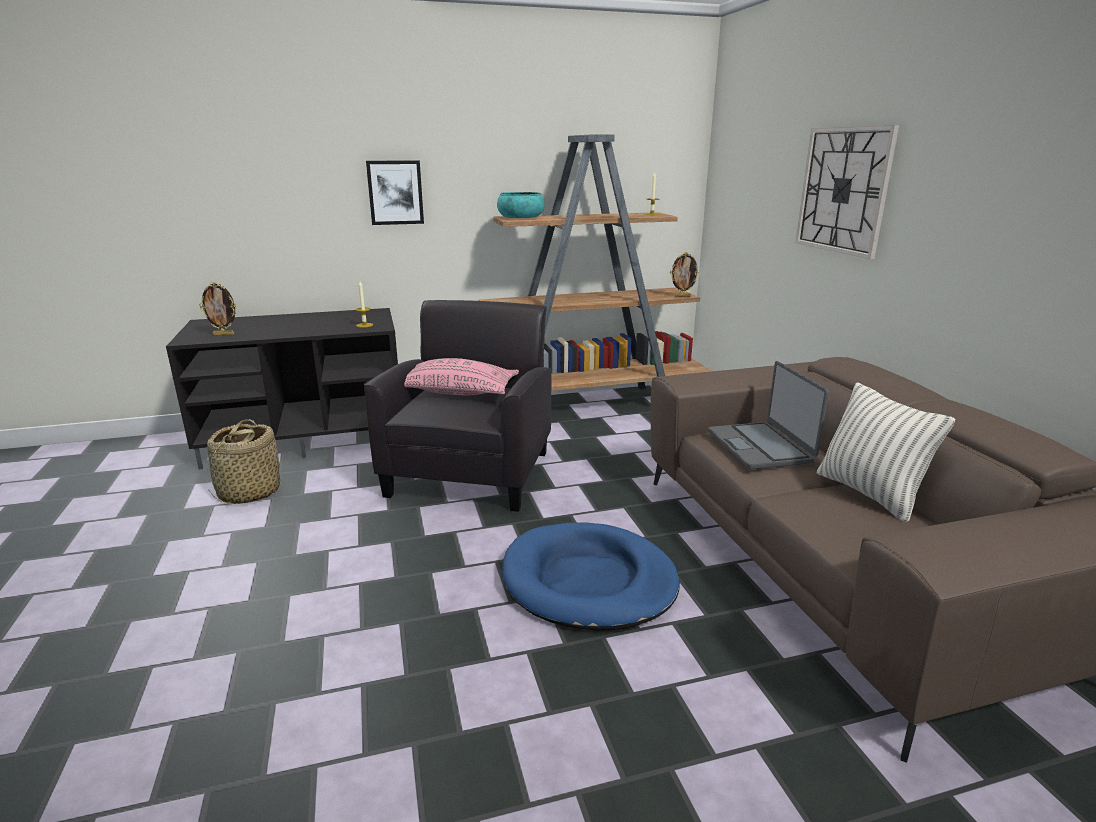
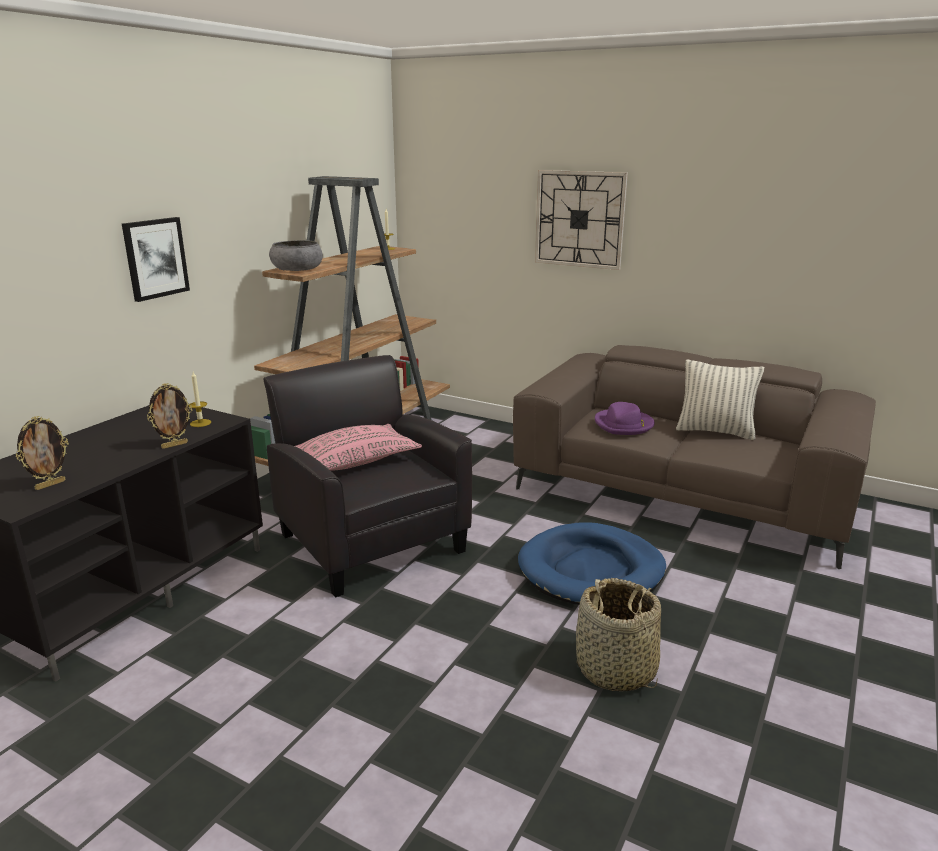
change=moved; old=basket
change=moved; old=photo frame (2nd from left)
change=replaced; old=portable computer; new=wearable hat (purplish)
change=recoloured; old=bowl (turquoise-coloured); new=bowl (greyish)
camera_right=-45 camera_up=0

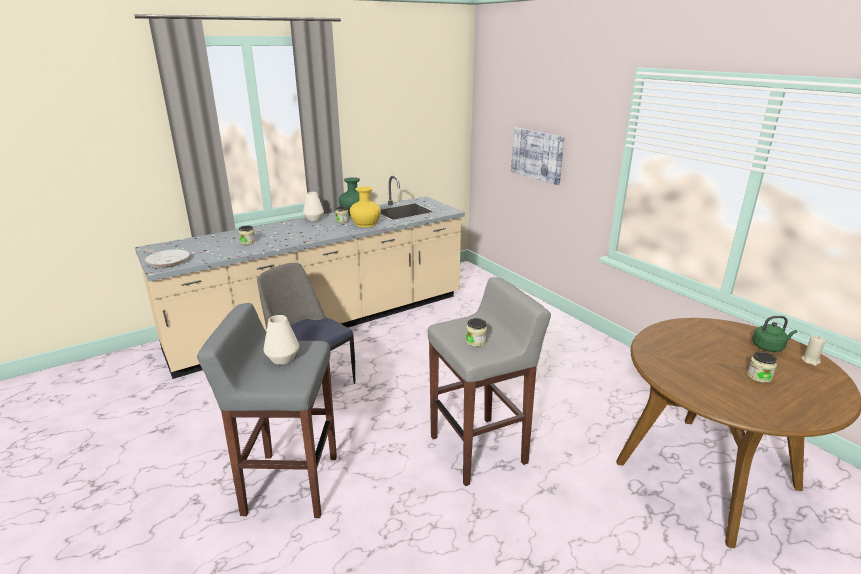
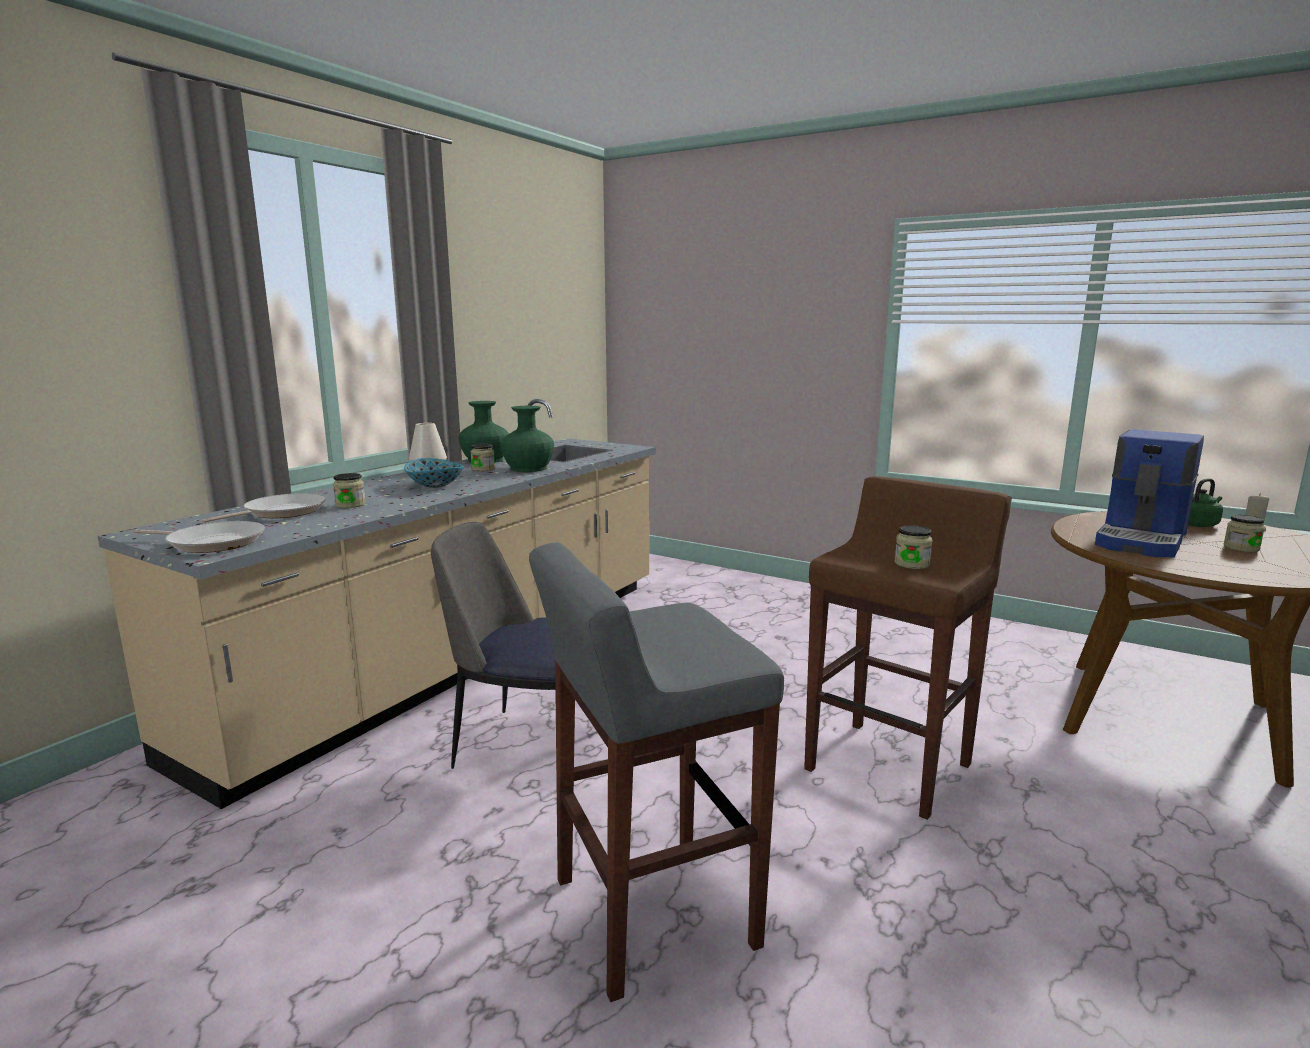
change=removed; old=decorative vase (white-coloured) (1st from left)
change=removed; old=wall picture
change=added; new=pan (2nd from left)
change=added; new=bowl
change=added; new=coffee maker
change=recoloured; old=decorative vase (yellow-coloured); new=decorative vase (green) (2nd from left)
change=recoloured; old=stool seat (greyish) (2nd from left); new=stool seat (brownish)
camera_right=-25 camera_up=-10

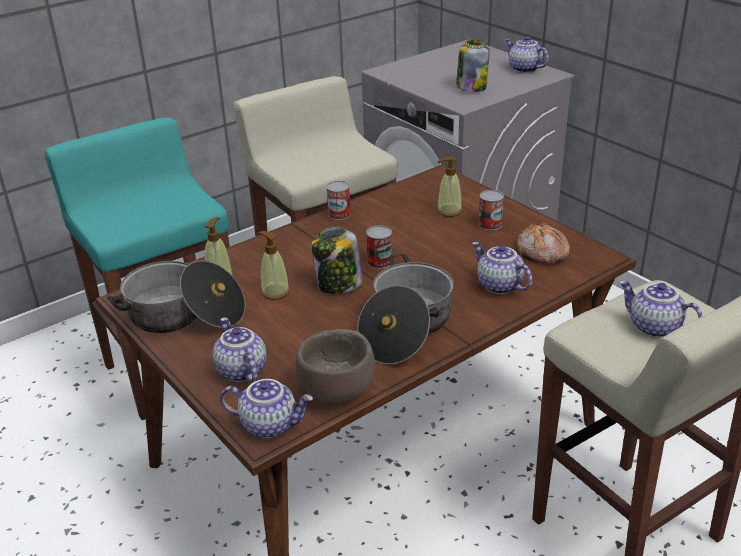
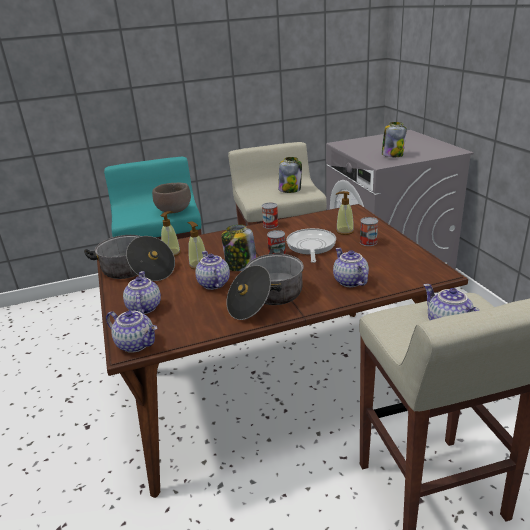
change=removed; old=bakery bread
change=added; new=storage jar (2nd from left)
change=added; new=pan
change=moved; old=bowl (brownish)
change=moved; old=tea pot (4th from left in the first image); new=tea pot (3rd from left)
camera_right=20 camera_up=-5

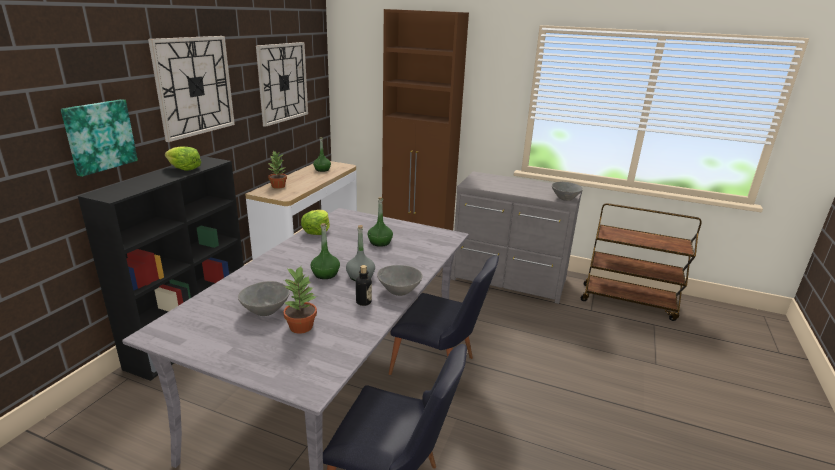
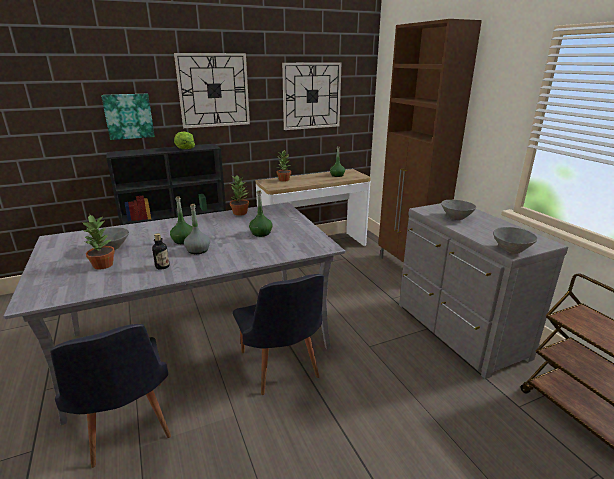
change=moved; old=bowl (greyish) (2nd from left)
change=replaced; old=lettuce (2nd from left); new=potted plant (2nd from left)
camera_right=45 camera_up=0

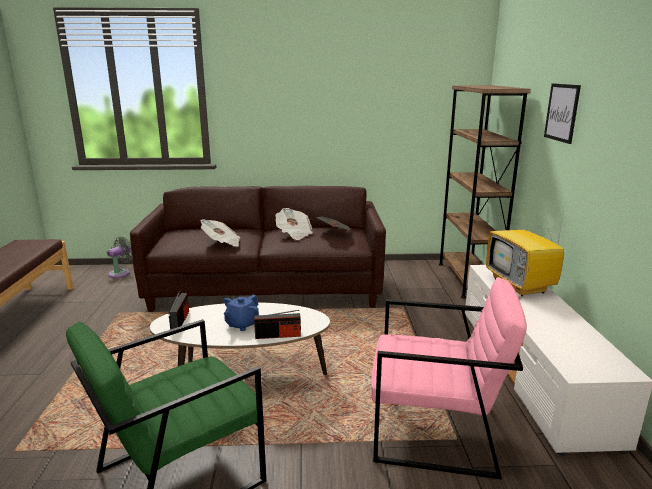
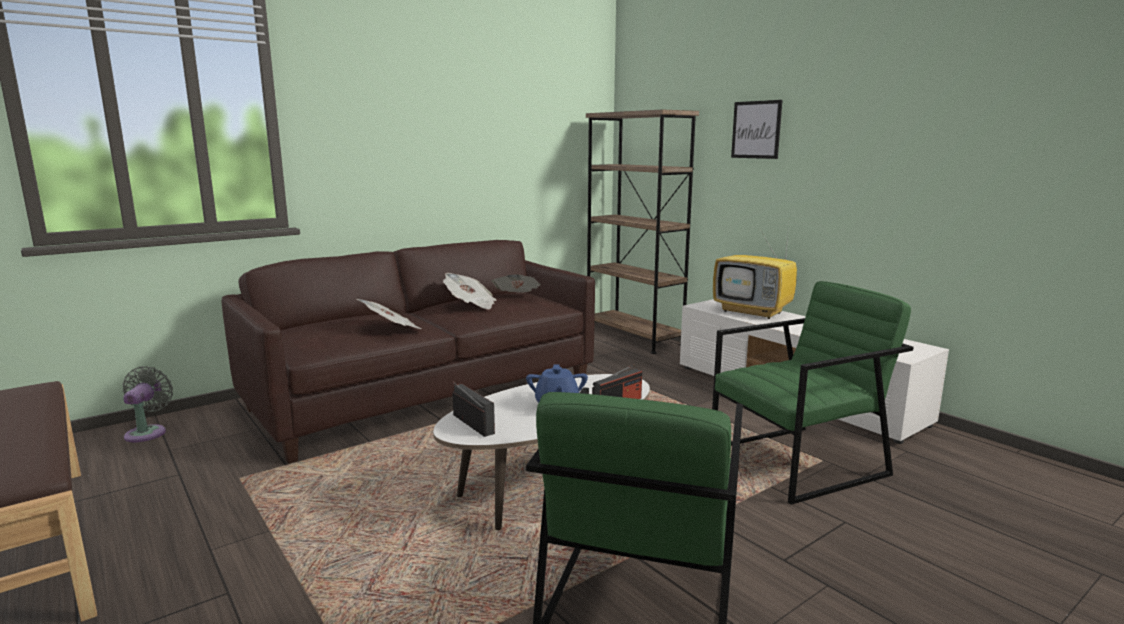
change=recoloured; old=armchair (pinkish); new=armchair (green) (2nd from left)
camera_right=-35 camera_up=-5

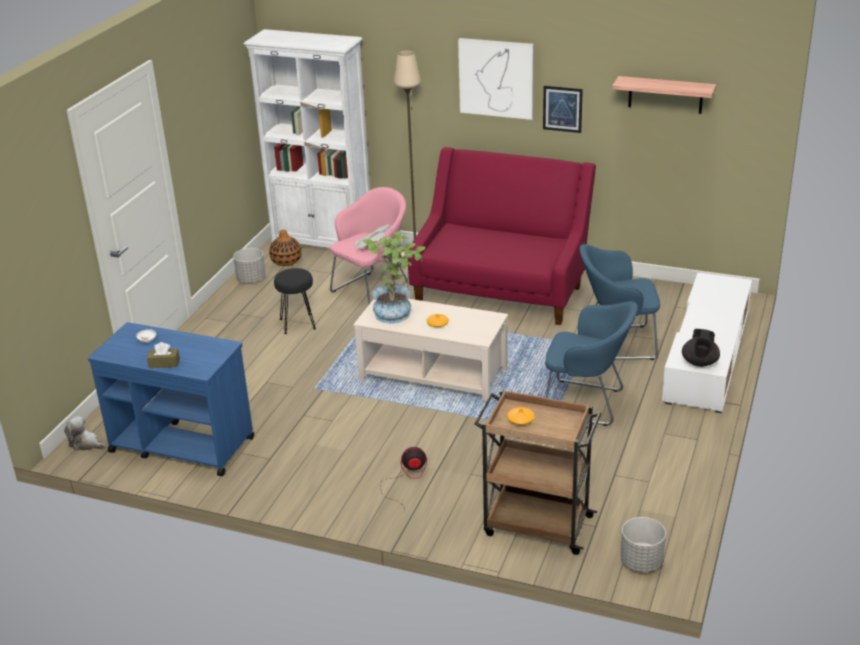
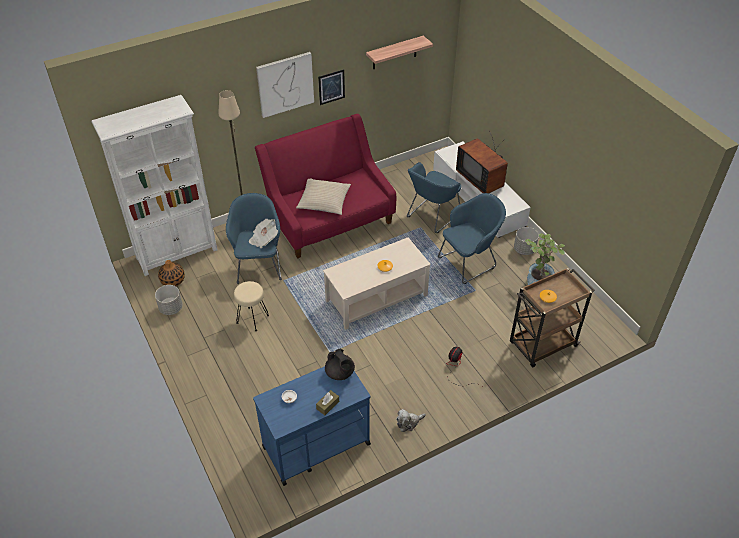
change=added; new=throw pillow (sand-coloured)
change=added; new=TV
change=moved; old=plush toy
change=moved; old=potted plant
change=moved; old=flower pot (greyish) (2nd from left)
change=moved; old=tea pot (black)
change=recoloured; old=stool seat (black); new=stool seat (sand-coloured)
change=recoloured; old=armchair (pinkish); new=armchair (bluish) (1st from left)
camera_right=-50 camera_up=15

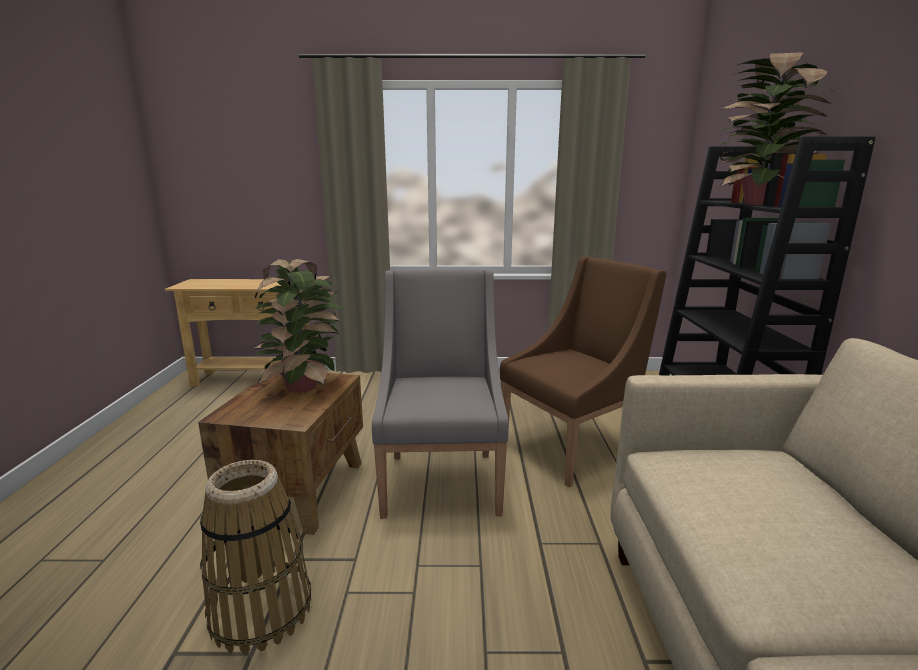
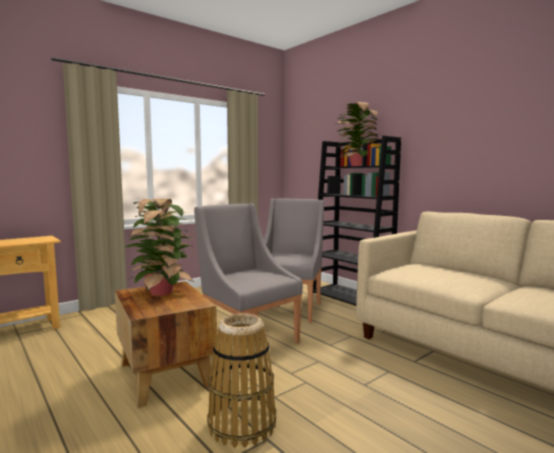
change=recoloured; old=armchair (brownish); new=armchair (greyish) (2nd from left)
camera_right=-40 camera_up=-10

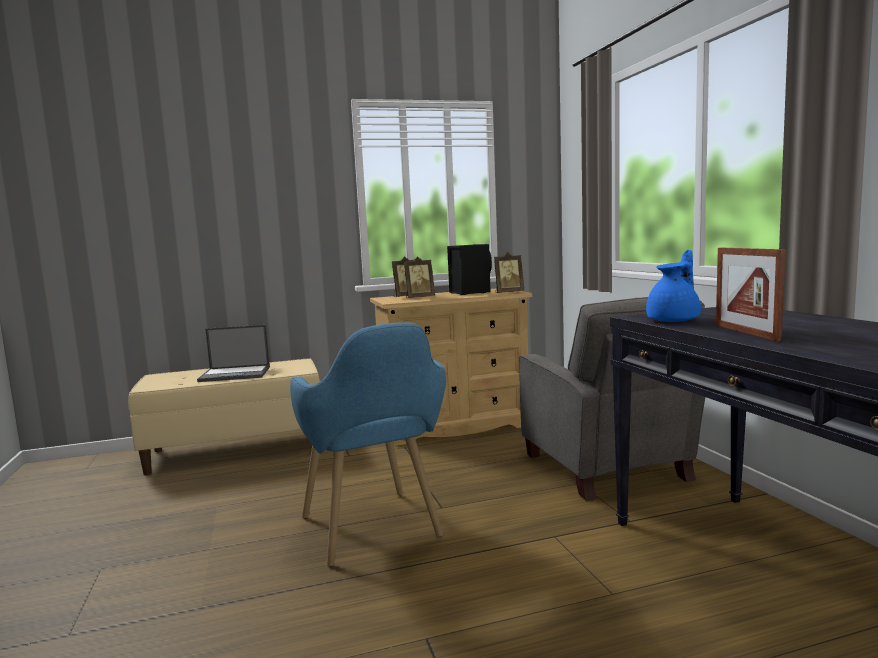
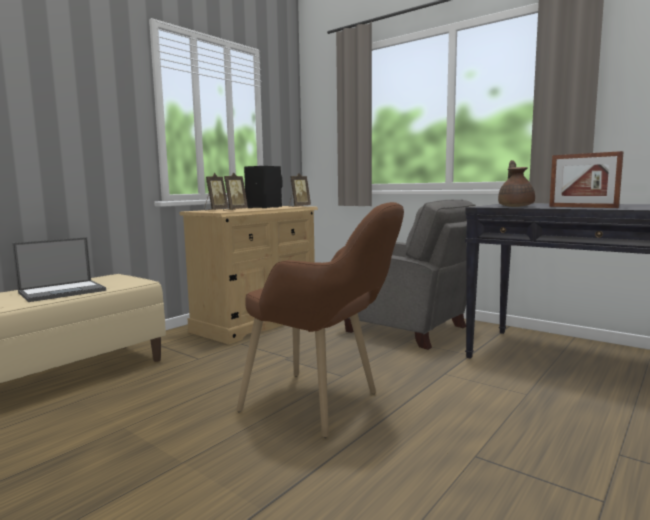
change=recoloured; old=armchair (bluish); new=armchair (brownish)
change=recoloured; old=tea pot (bluish); new=tea pot (brownish)
camera_right=-35 camera_up=0

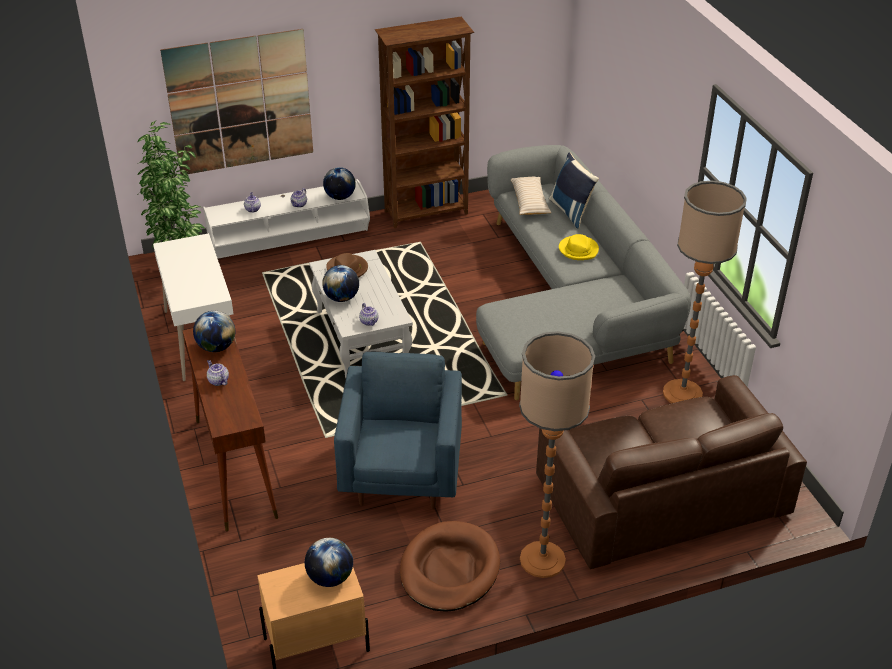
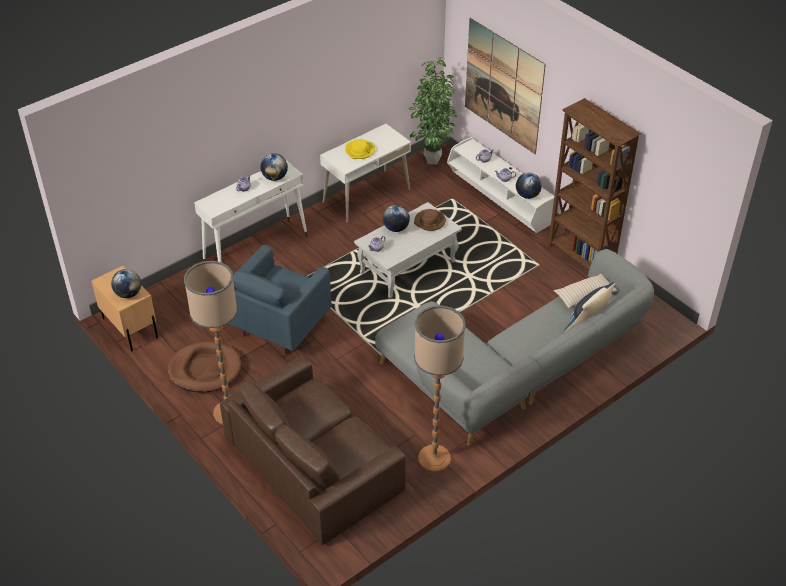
change=moved; old=wearable hat (yellow-coloured)
change=recoloured; old=console table (brownish); new=console table (white-coloured)
change=turned; old=armchair (bluish); degrees=135
camera_right=70 camera_up=5

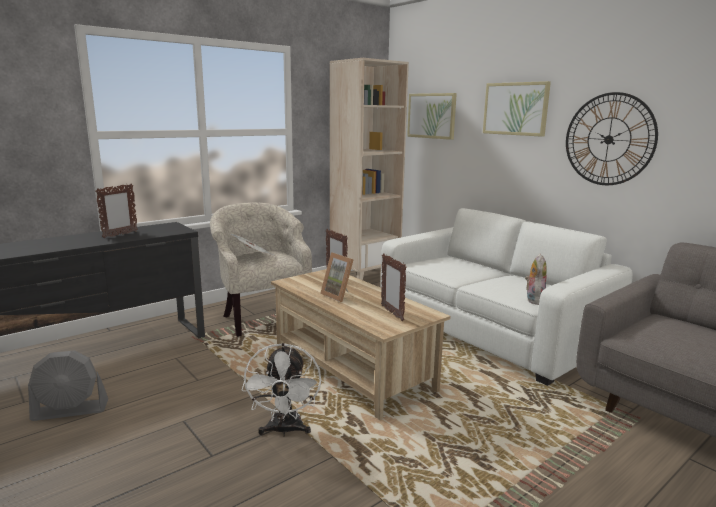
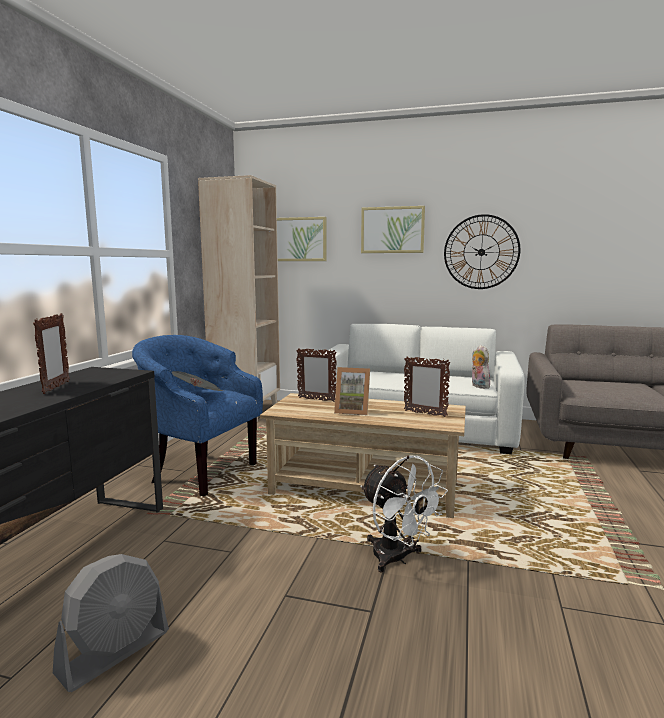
change=recoloured; old=armchair (sand-coloured); new=armchair (bluish)
camera_right=-35 camera_up=-5

